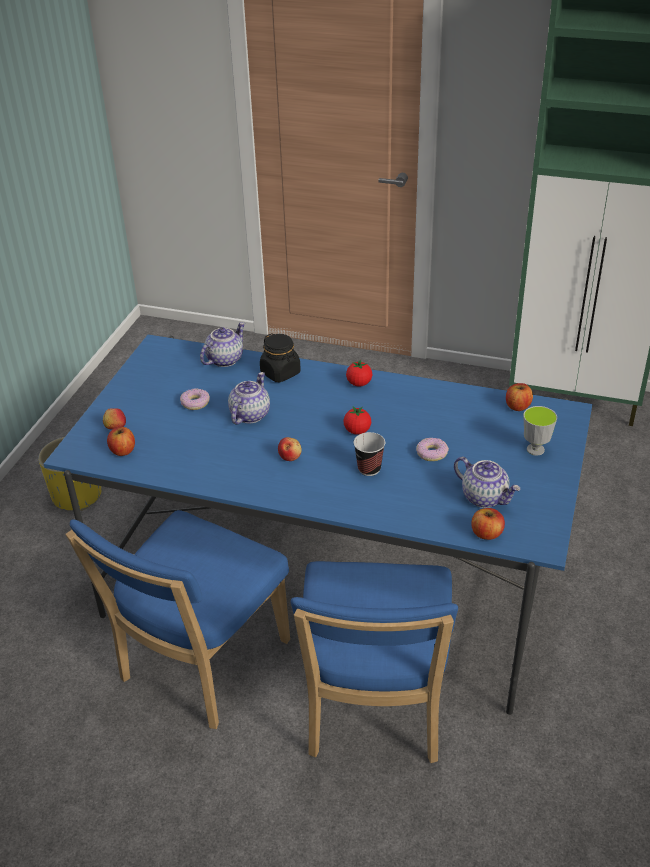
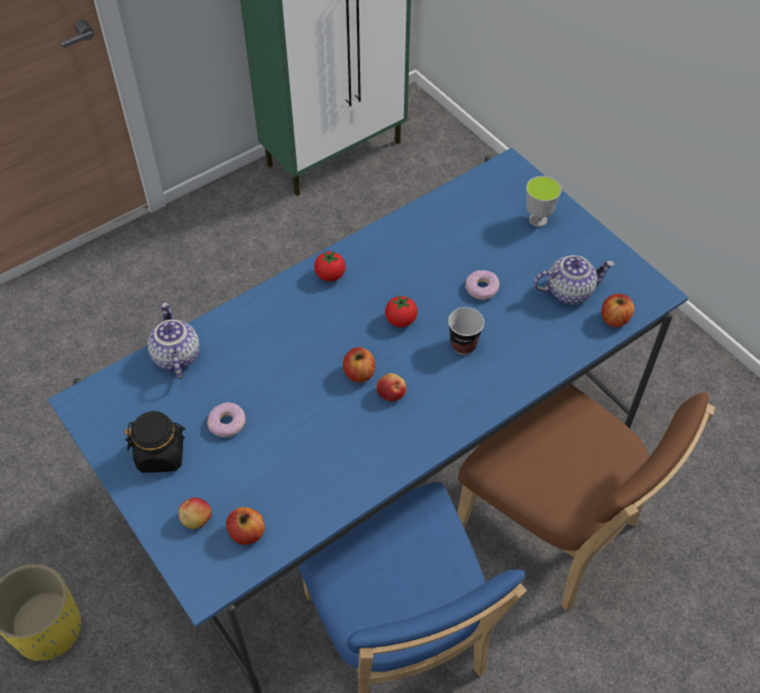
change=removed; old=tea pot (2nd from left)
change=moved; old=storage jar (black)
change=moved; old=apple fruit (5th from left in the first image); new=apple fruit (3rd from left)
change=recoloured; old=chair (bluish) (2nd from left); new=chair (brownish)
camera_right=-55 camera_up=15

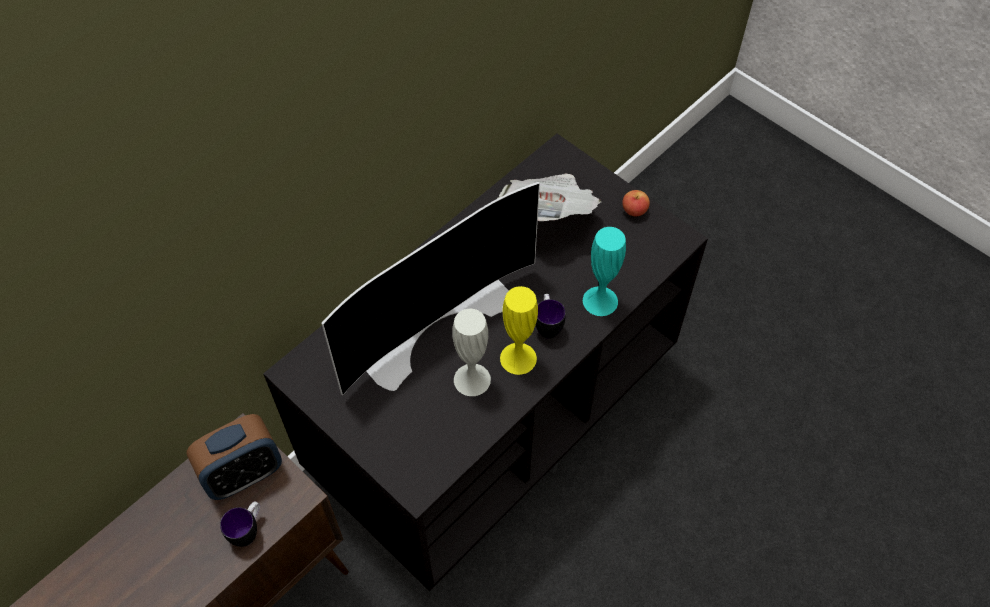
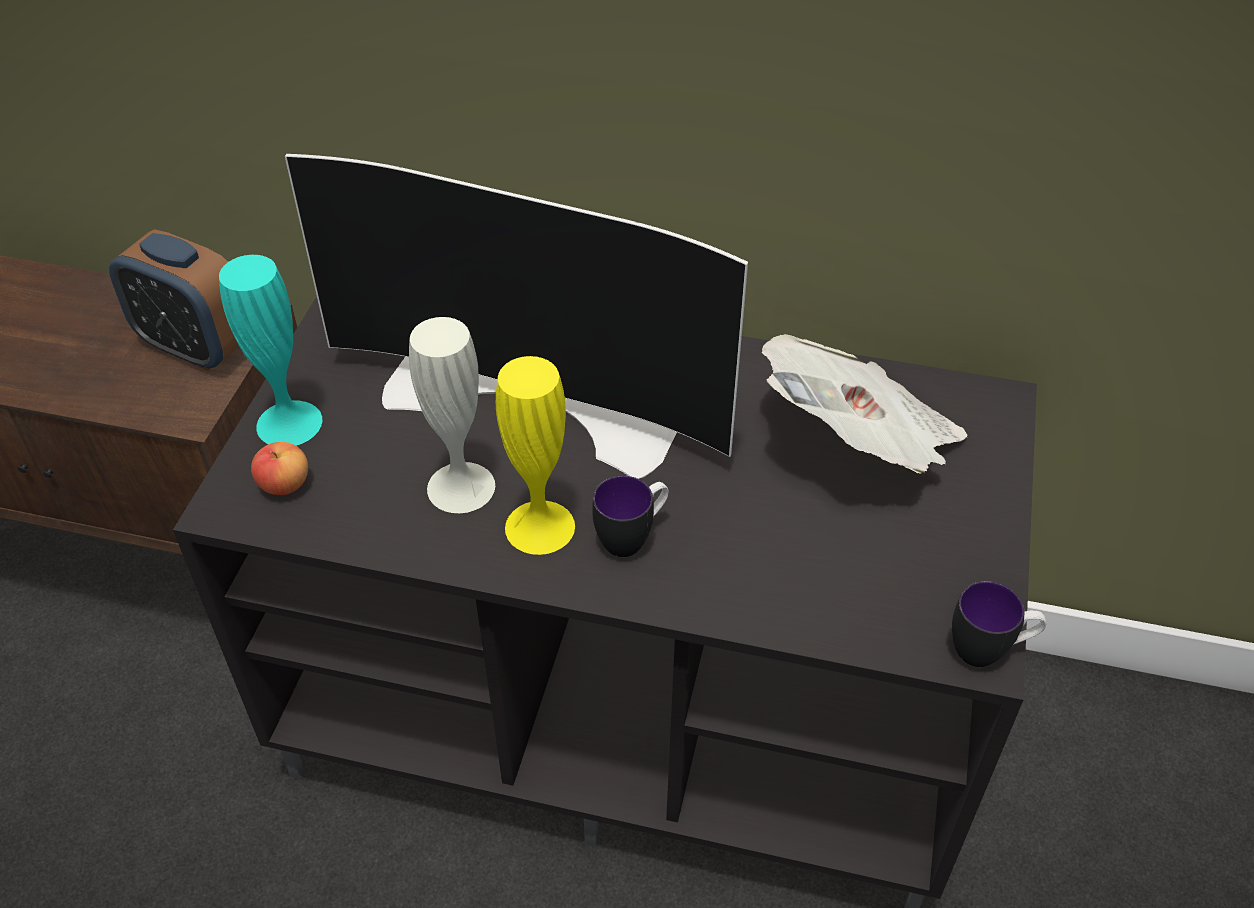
change=moved; old=coffee mug (1st from left in the first image); new=coffee mug (2nd from left)
change=moved; old=decorative vase (turquoise-coloured)
change=moved; old=apple fruit
camera_right=60 camera_up=-10

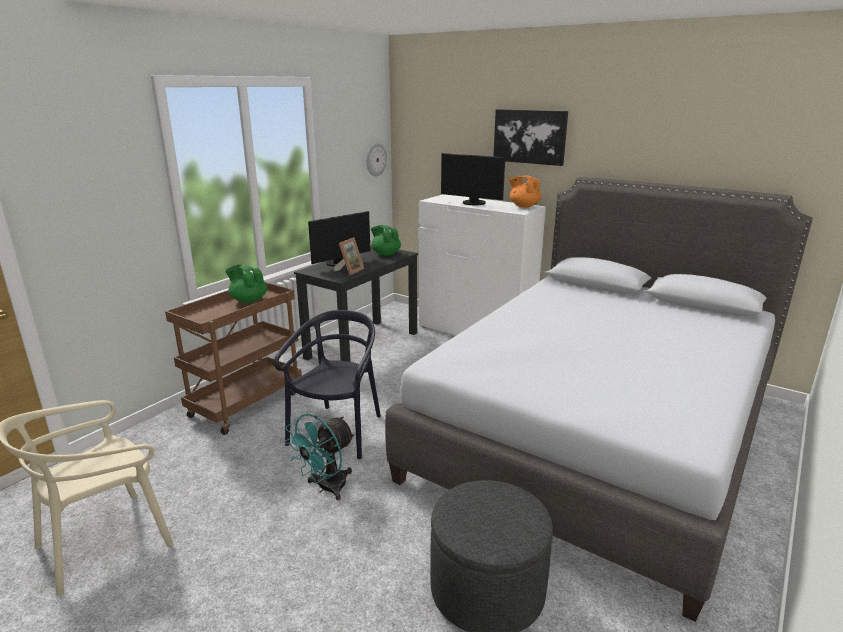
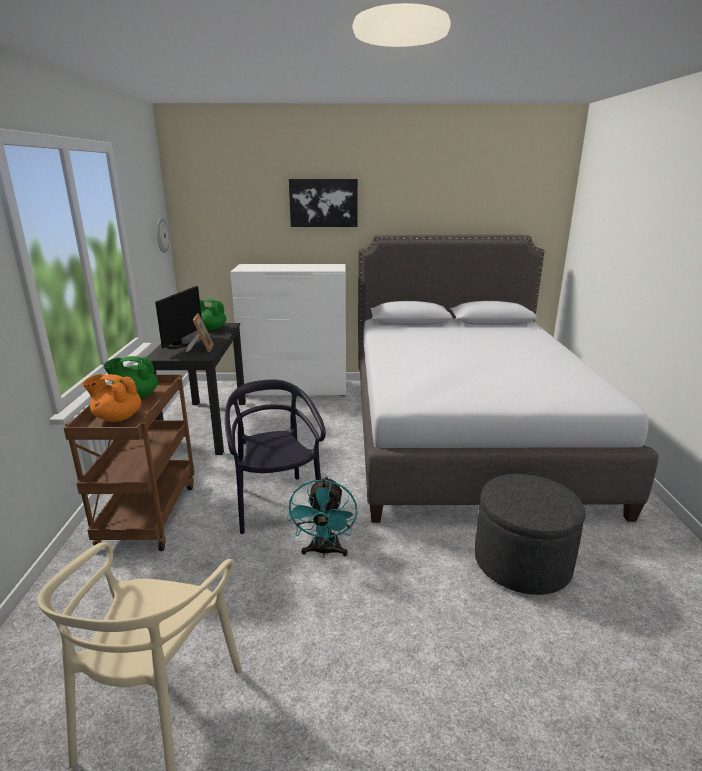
change=removed; old=monitor (2nd from left)
change=moved; old=tea pot (orange)
camera_right=-35 camera_up=0

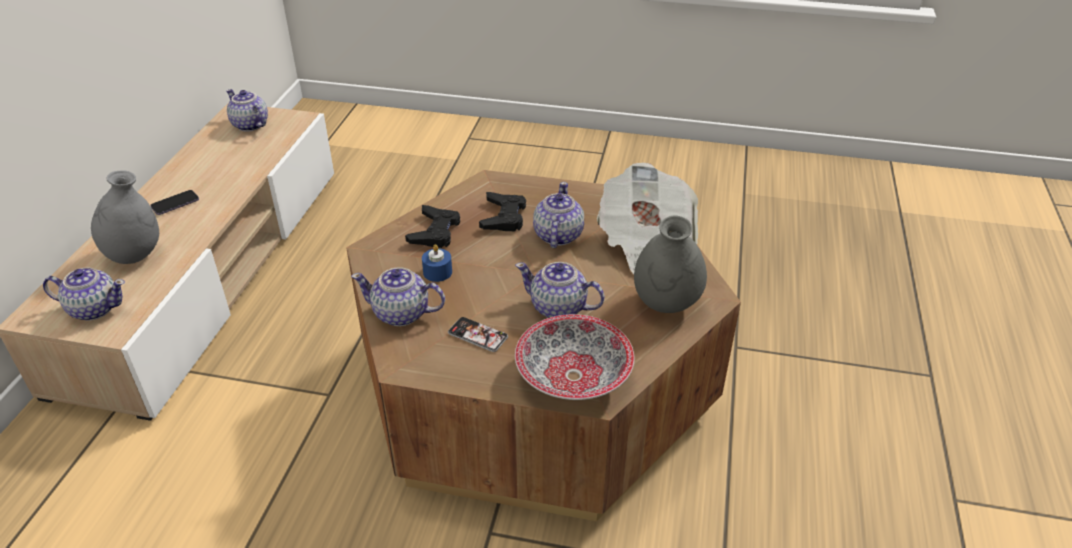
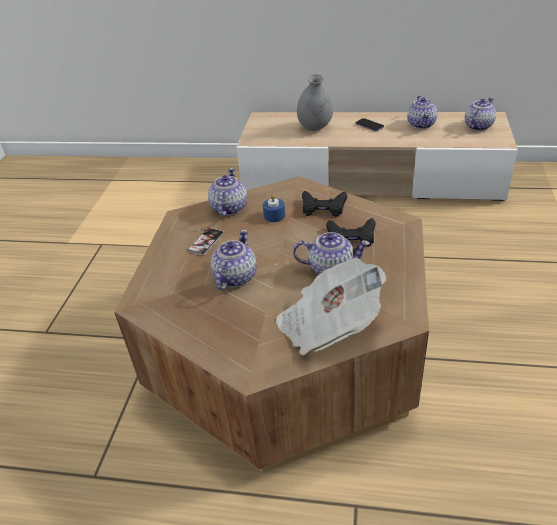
change=removed; old=bowl
change=removed; old=decorative vase (greyish) (2nd from left)
change=moved; old=tea pot (1st from left in the first image); new=tea pot (4th from left)
camera_right=90 camera_up=0

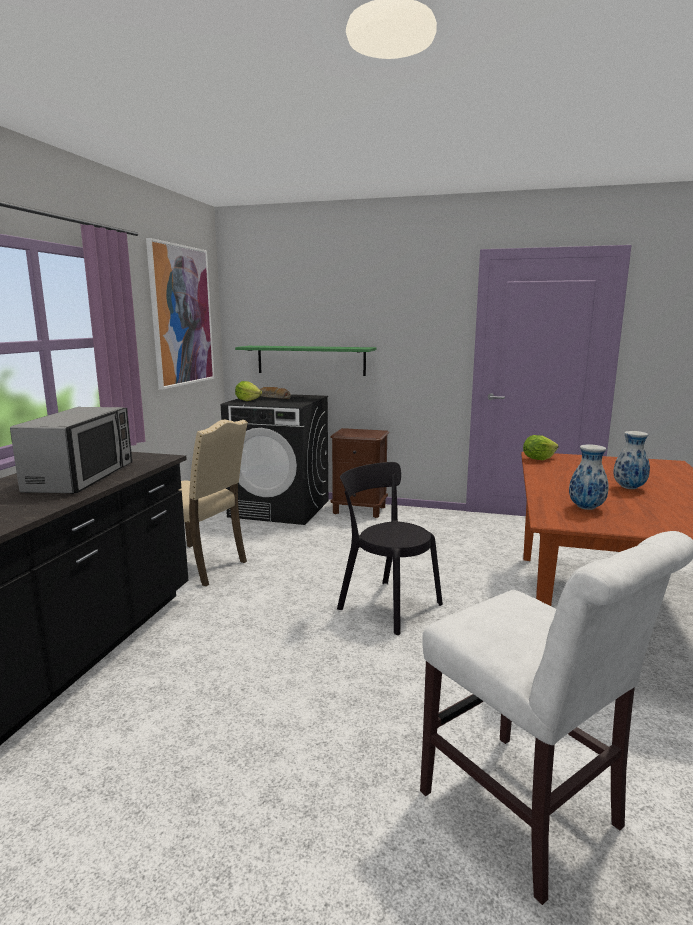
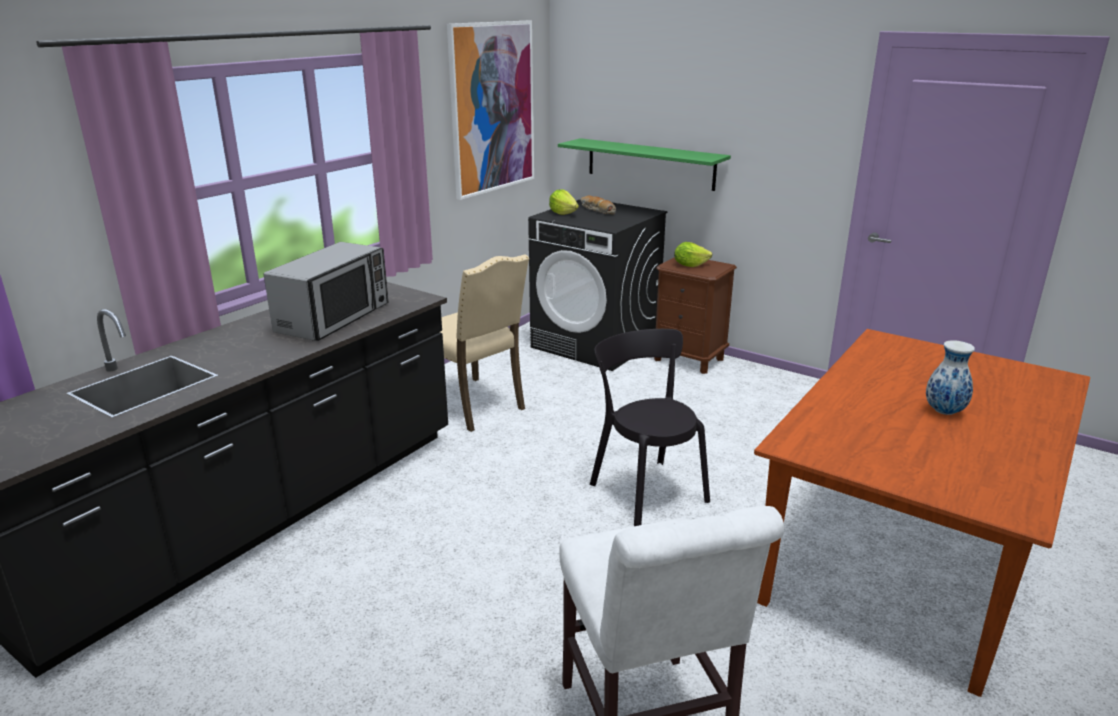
change=removed; old=decorative vase (1st from left)
change=moved; old=lettuce (2nd from left)
camera_right=20 camera_up=10

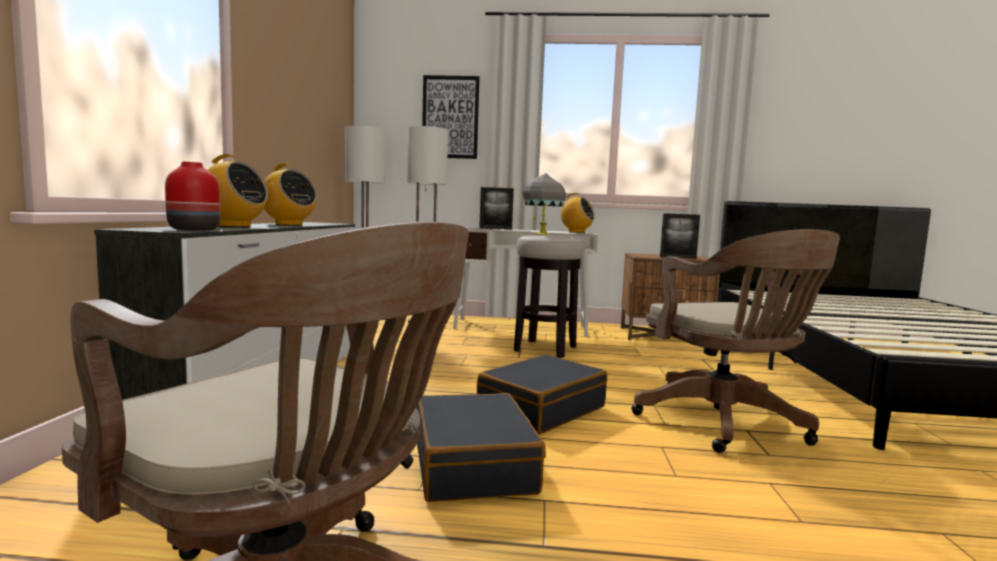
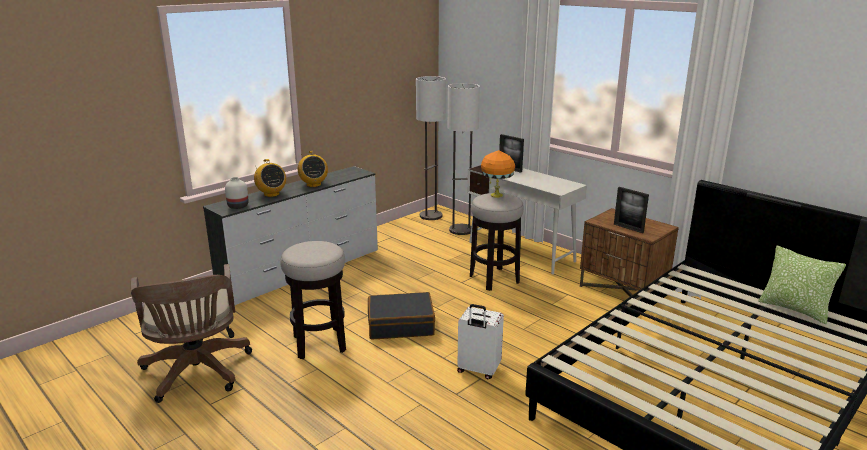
change=removed; old=wall picture
change=removed; old=radio set (3rd from left)
change=added; new=throw pillow
change=replaced; old=suitcase (black) (1st from left); new=stool seat (1st from left)
change=replaced; old=office chair (brownish) (2nd from left); new=suitcase (white-coloured)
change=recoloured; old=decorative vase (reddish); new=decorative vase (white-coloured)
change=recoloured; old=tabletop lamp (greyish); new=tabletop lamp (orange)
camera_right=40 camera_up=15

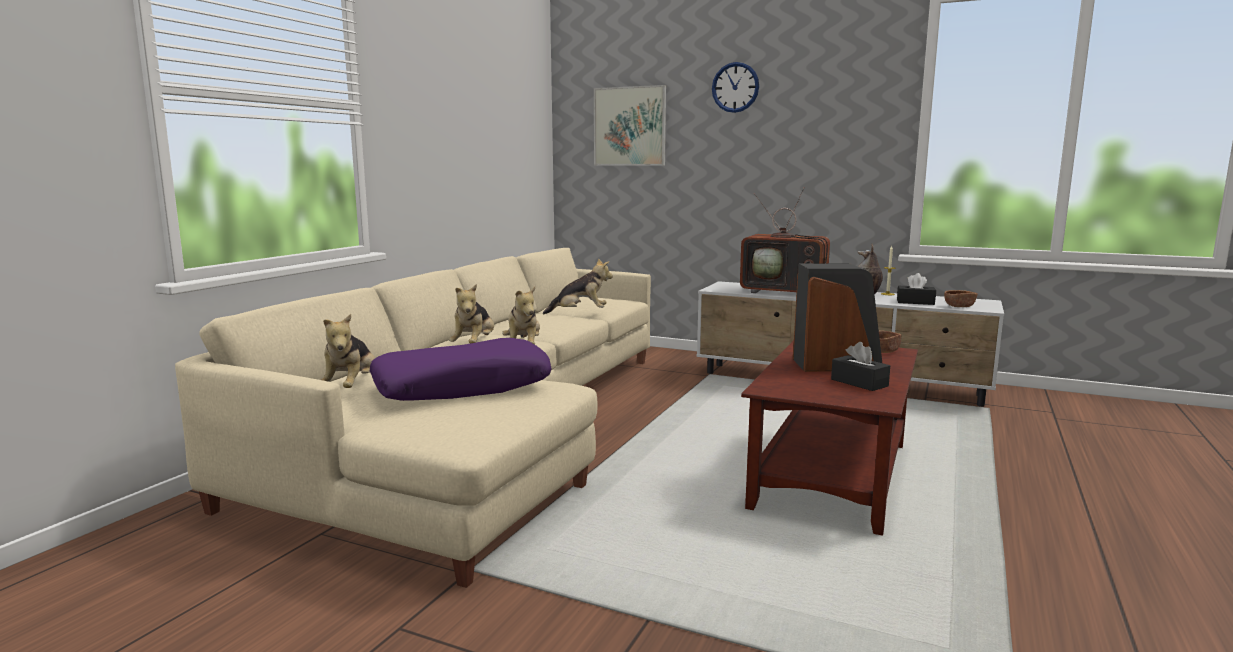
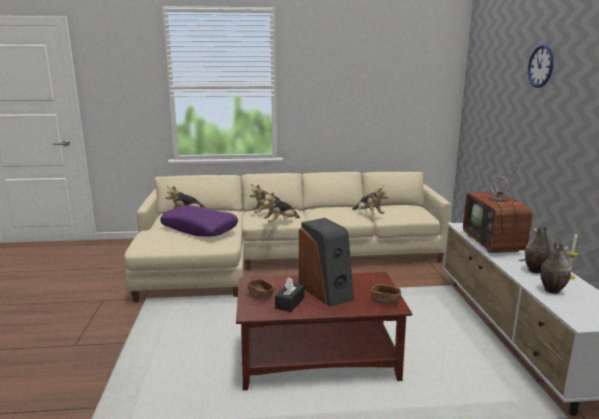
change=removed; old=wall picture
change=moved; old=bowl (brownish) (2nd from left in the first image); new=bowl (brownish) (1st from left)
change=replaced; old=tissue holder (black) (2nd from left); new=decorative vase (2nd from left)
camera_right=60 camera_up=5

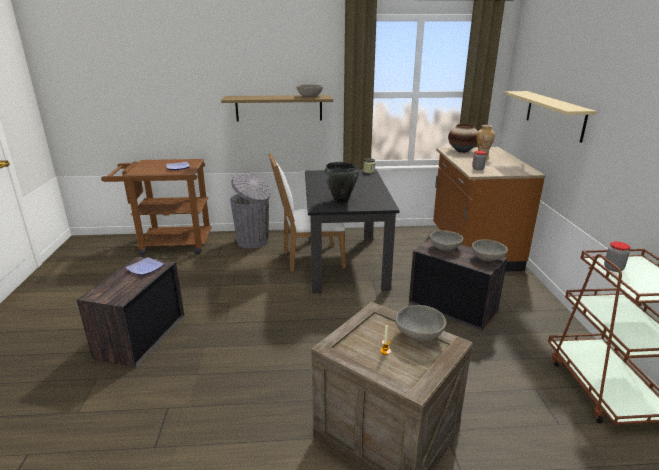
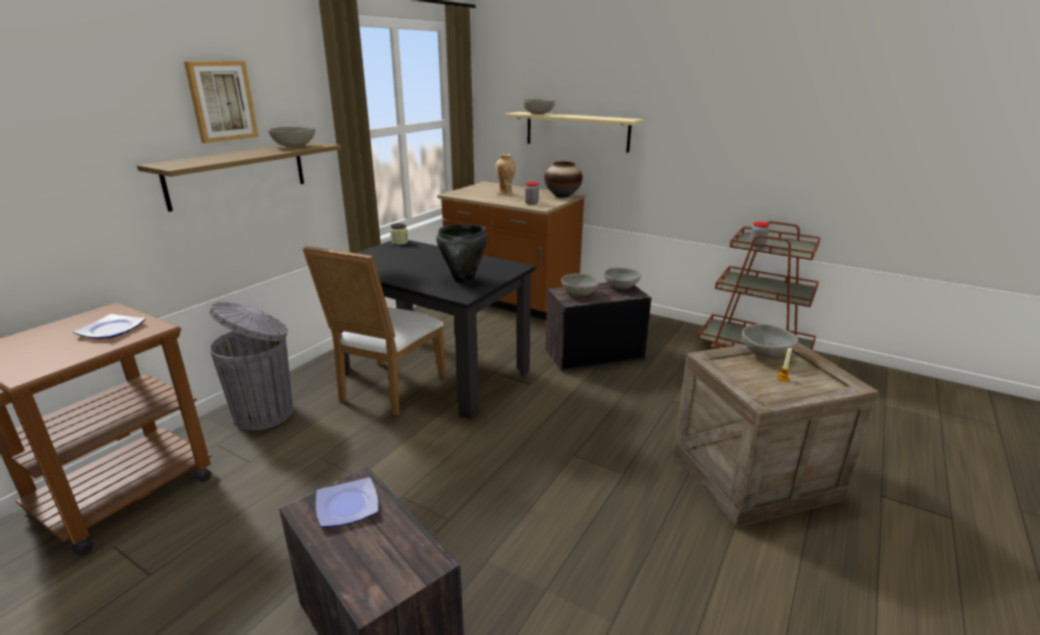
change=added; new=wall picture
change=added; new=bowl (greyish) (2nd from left)
change=moved; old=decorative vase (1st from left in the first image); new=decorative vase (2nd from left)
camera_right=-55 camera_up=0

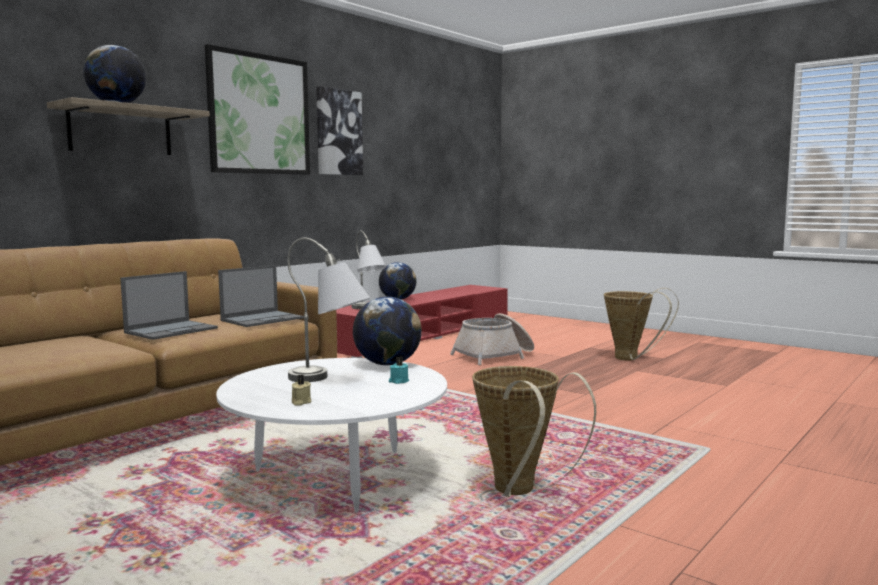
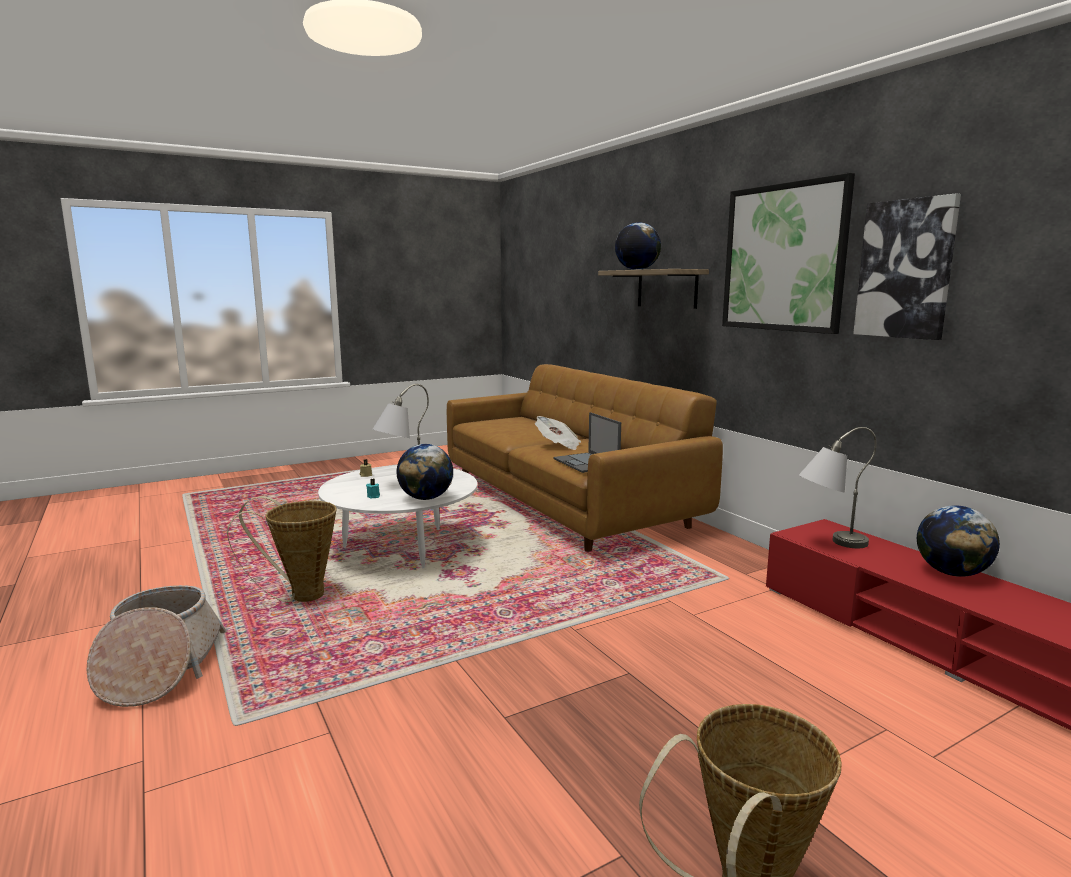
change=moved; old=basket (1st from left)
change=replaced; old=portable computer (1st from left); new=printed paper
camera_right=110 camera_up=5

